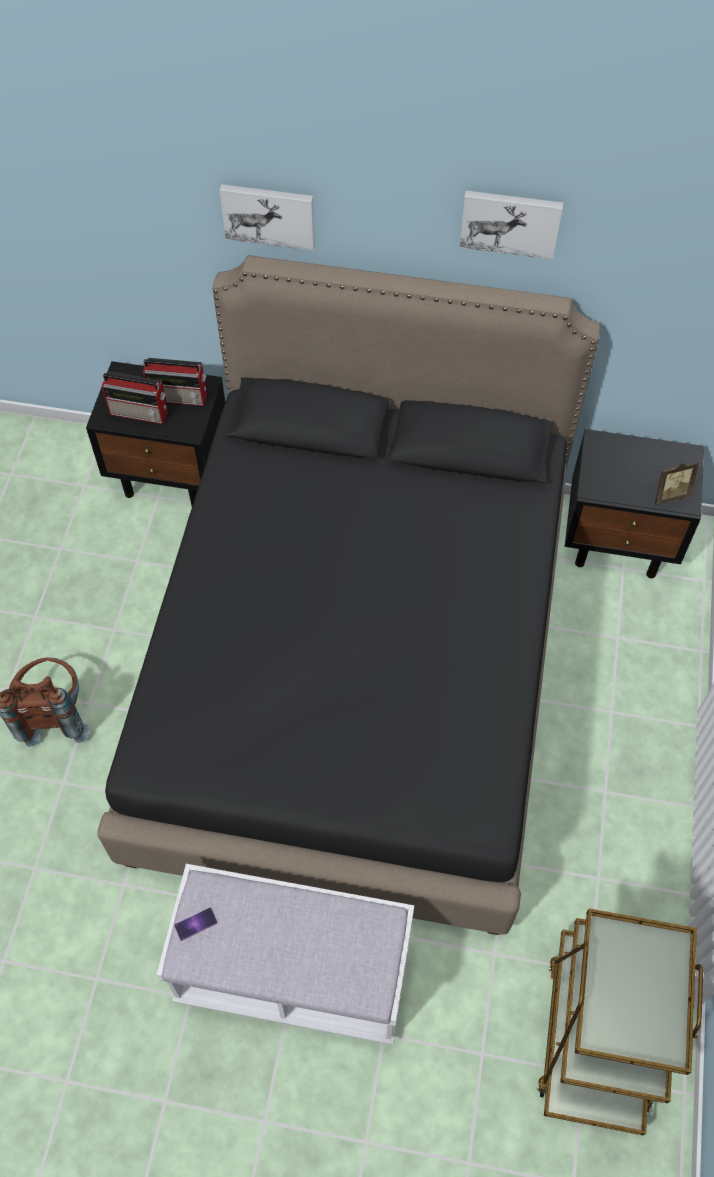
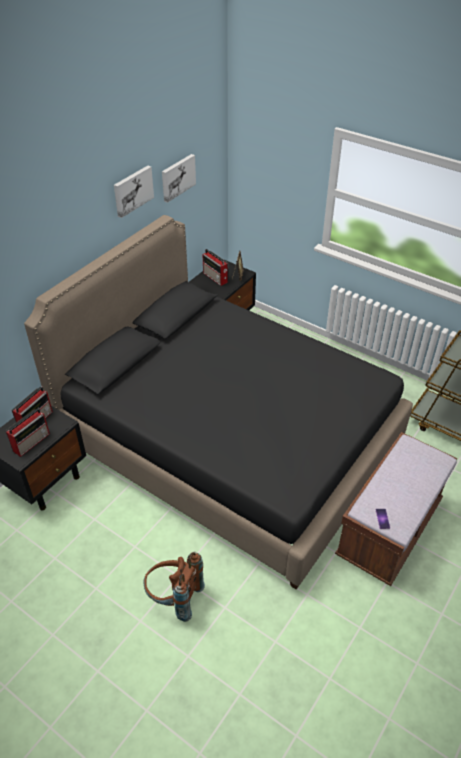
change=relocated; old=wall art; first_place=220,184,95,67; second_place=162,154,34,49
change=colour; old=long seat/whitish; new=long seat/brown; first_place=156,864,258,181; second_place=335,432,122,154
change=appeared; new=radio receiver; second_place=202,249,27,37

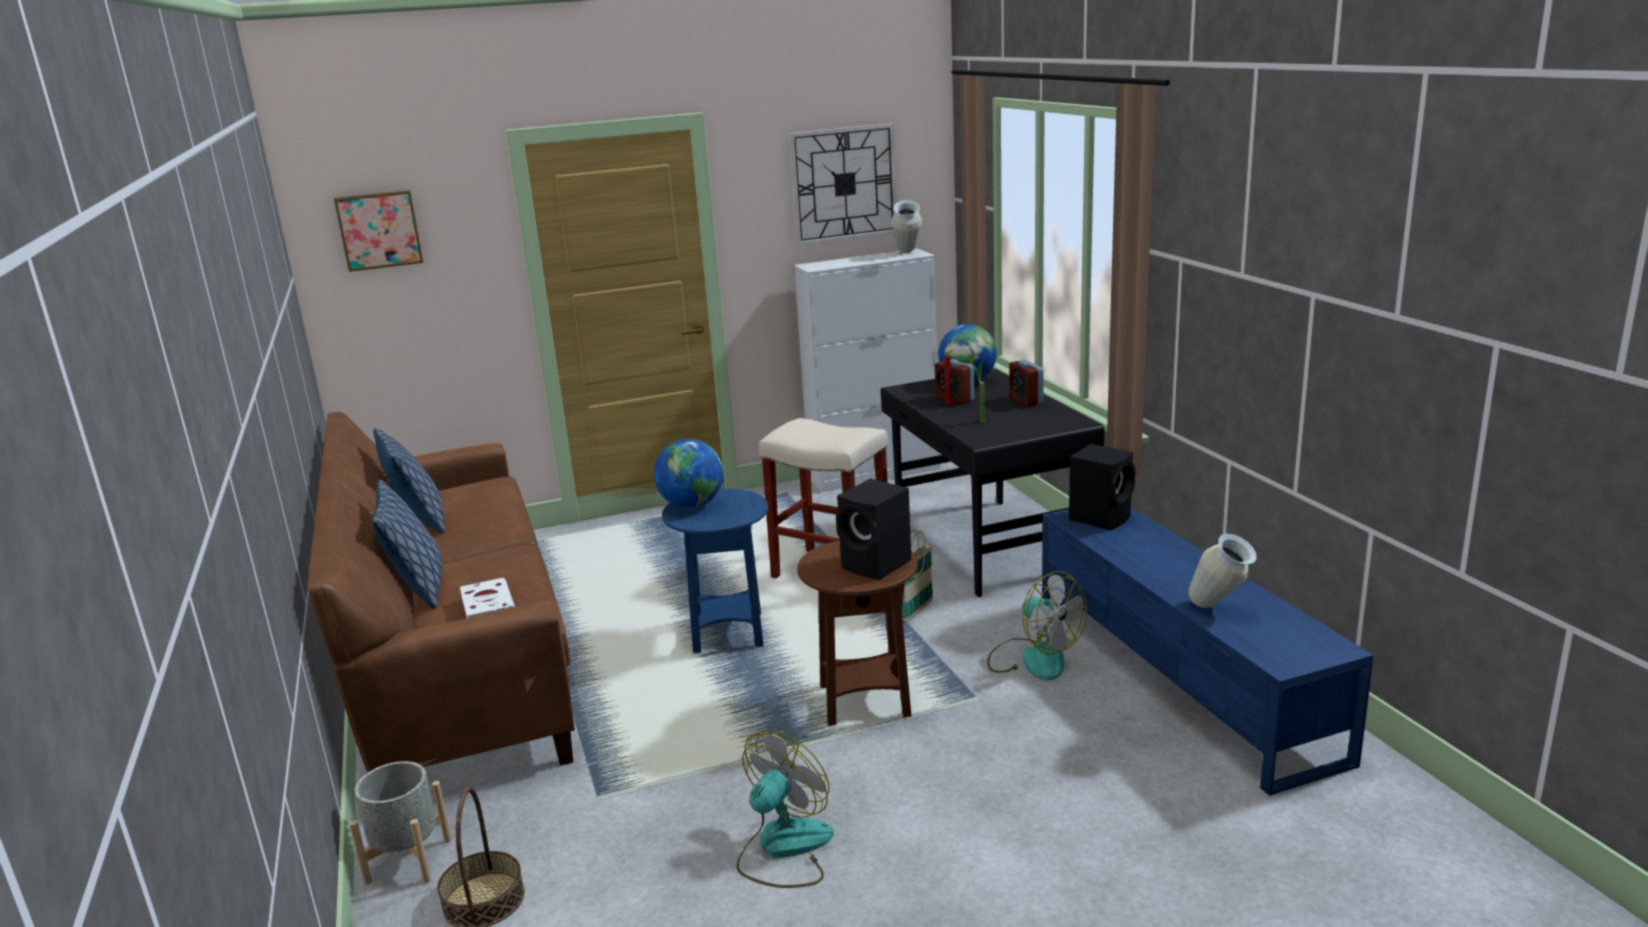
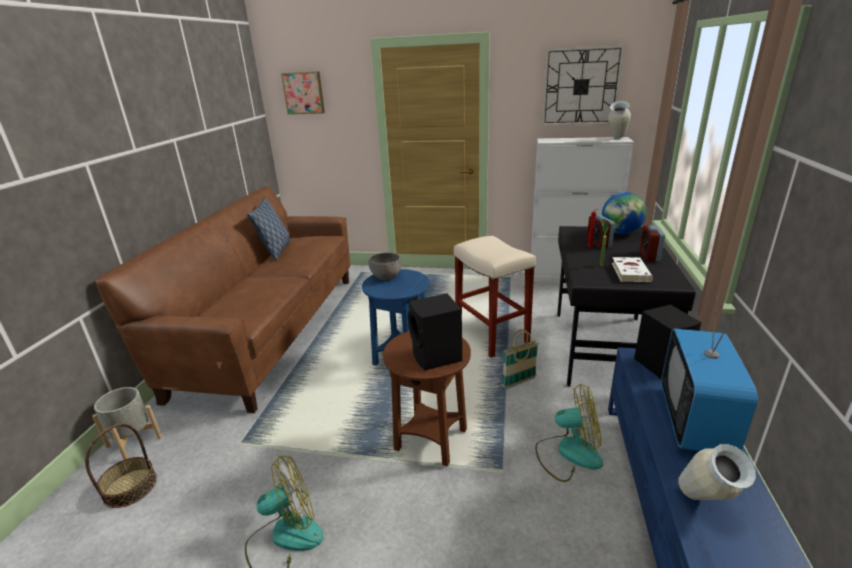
change=exchanged; old=globe; new=serving bowl/gray; first_place=654,439,69,69; second_place=368,253,34,27
change=missing; old=cushion; first_place=372,480,70,129
change=spun; old=electric fan; first_place=987,571,100,109; second_place=535,384,68,98; degrees=-75
change=relocated; old=bound book/whitish; first_place=460,578,55,40; second_place=612,257,41,26
change=appeared; new=TV set; second_place=661,293,97,158

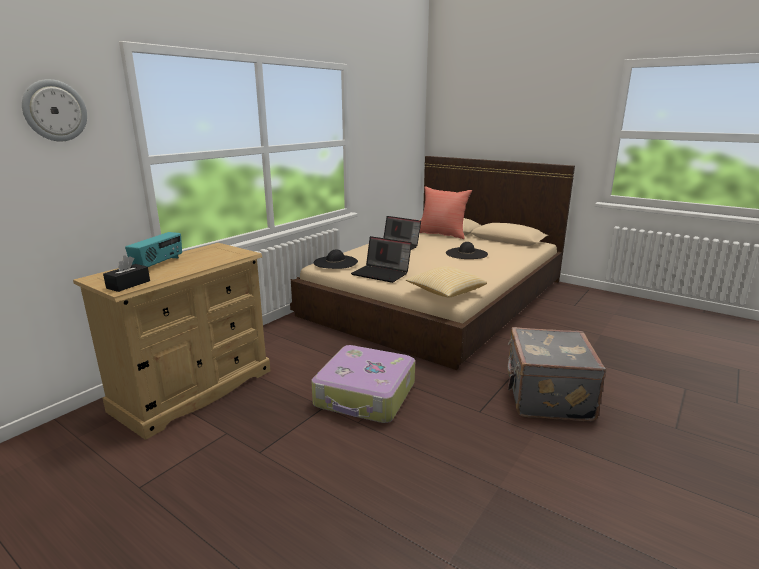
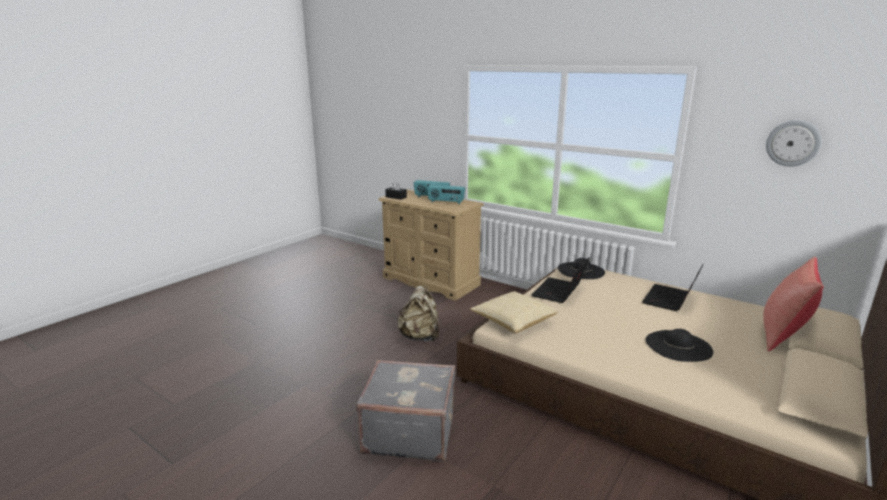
change=relocated; old=wall clock; first_place=22,79,65,63; second_place=766,120,55,46
change=exchanged; old=travel case; new=knapsack/beige; first_place=311,345,104,78; second_place=398,286,41,55
change=appeared; new=radio receiver; second_place=427,185,38,19

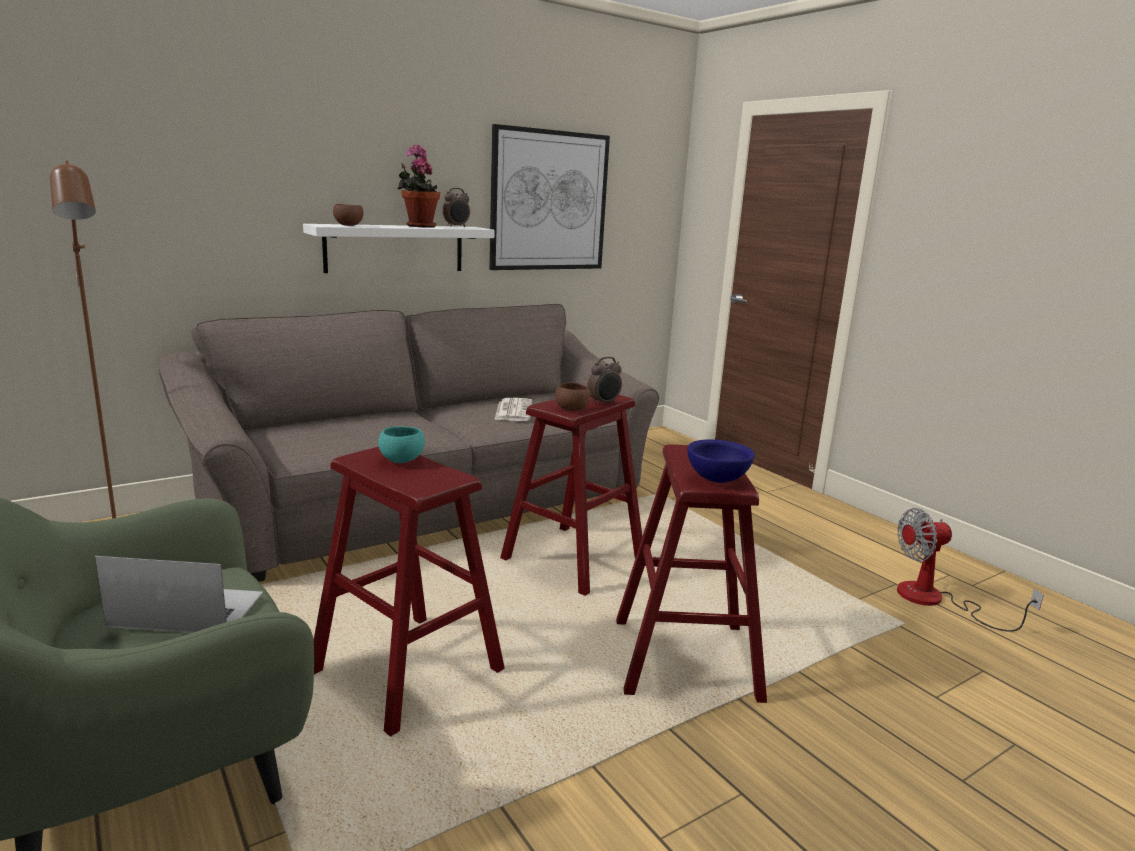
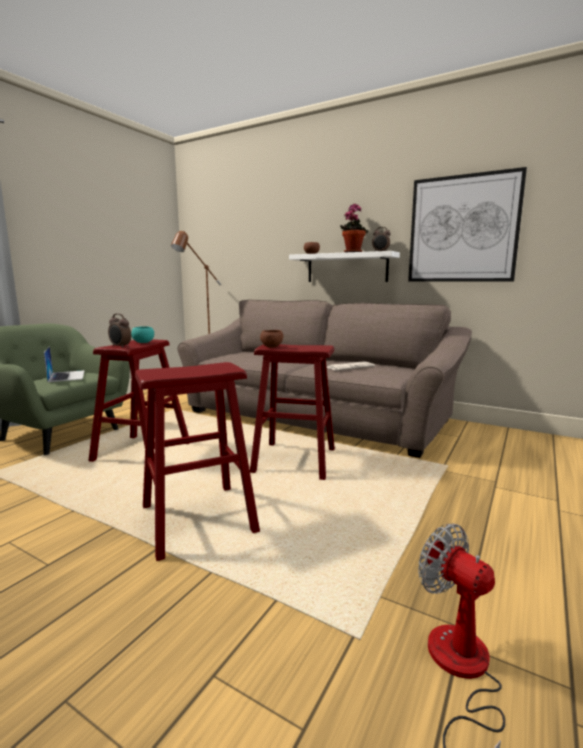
change=relocated; old=bedside clock; first_place=587,357,35,49; second_place=108,314,23,34
change=missing; old=serving bowl/bluish; first_place=687,439,68,44

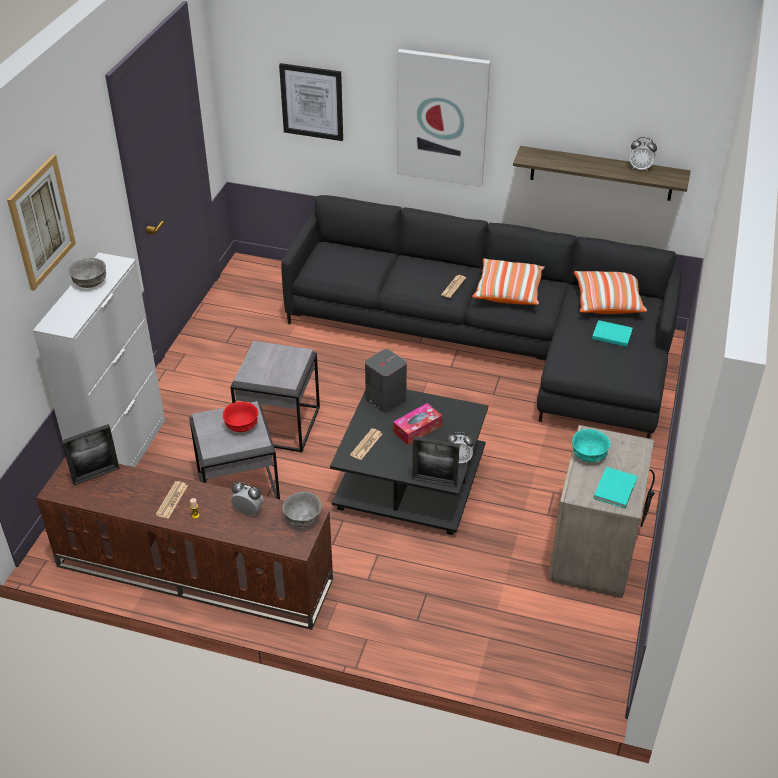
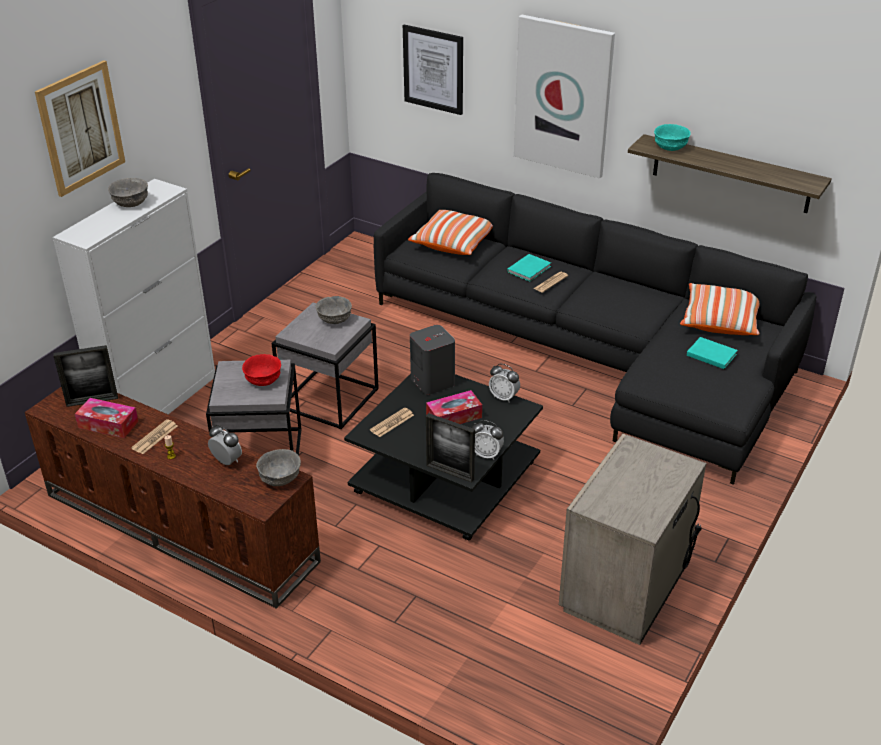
change=relocated; old=bedside clock; first_place=630,137,27,34; second_place=489,364,31,39
change=relocated; old=cushion; first_place=472,258,73,47; second_place=408,210,85,45
change=relocated; old=serving bowl/blue-green; first_place=572,429,38,33; second_place=654,124,37,27
change=relocated; old=bound book/blue-green; first_place=594,467,44,42; second_place=507,254,44,28
change=appeared; new=serving bowl/gray; second_place=315,296,37,28
change=appeared; new=box of tissues; second_place=75,398,64,40

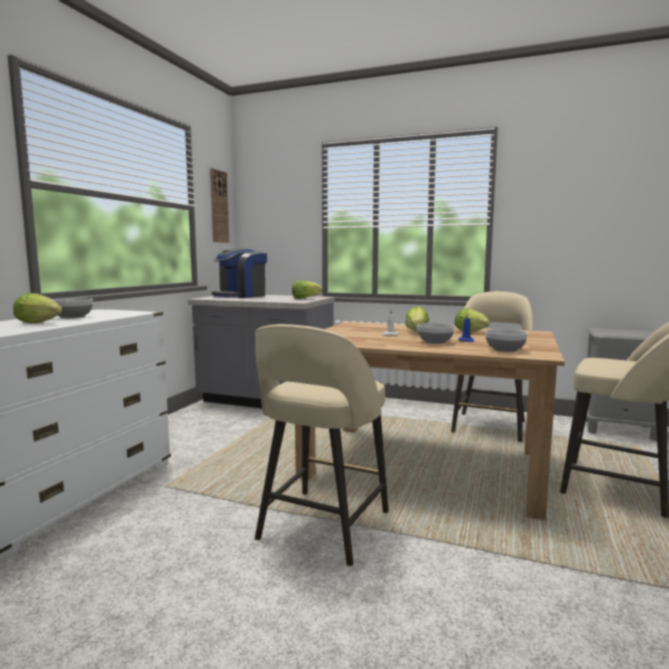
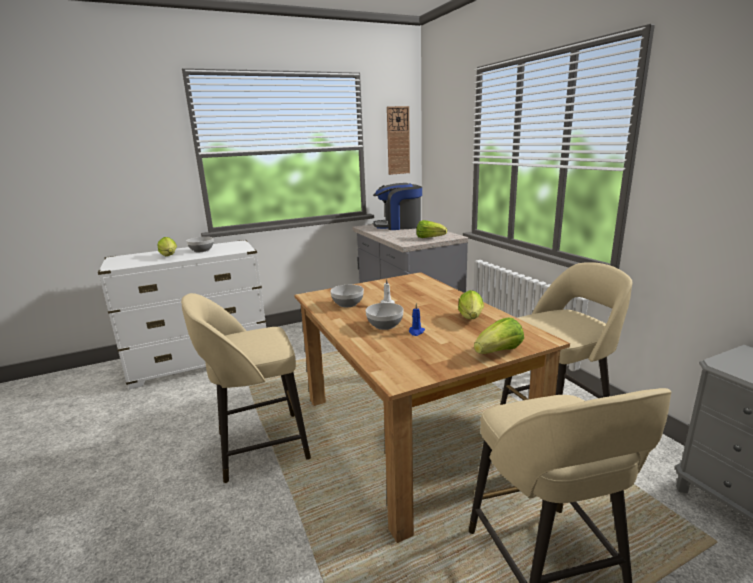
change=relocated; old=lettuce head; first_place=405,306,24,24; second_place=474,318,50,36
change=relocated; old=serving bowl; first_place=485,329,43,23; second_place=330,285,34,22

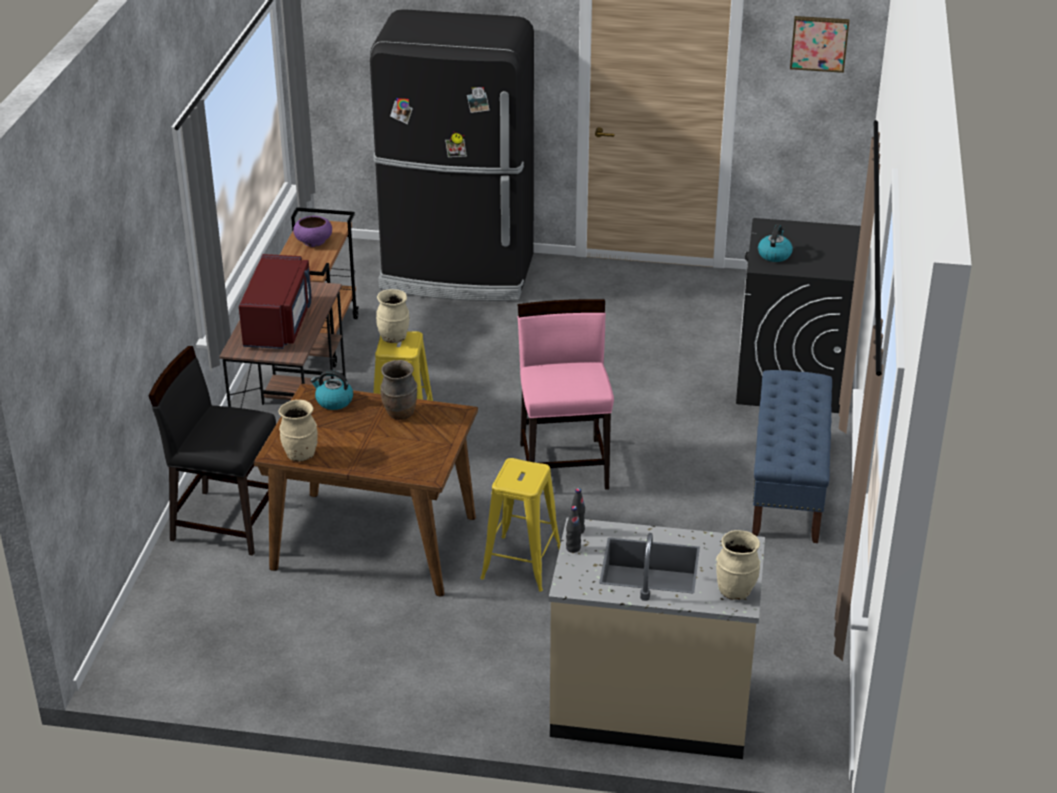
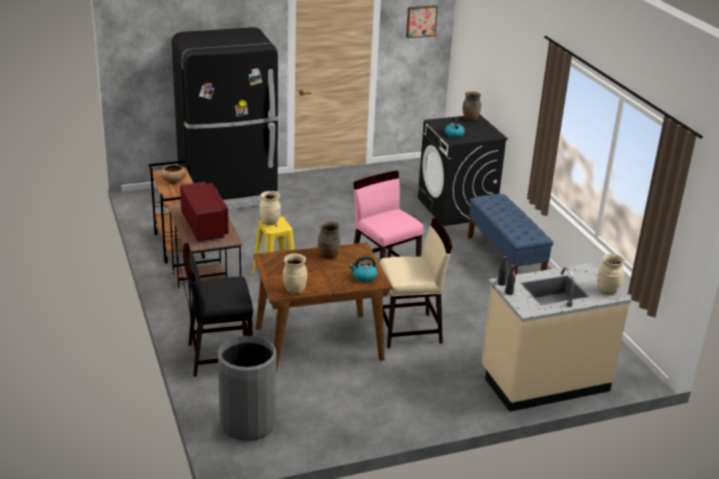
change=colour; old=serving bowl/purplish; new=serving bowl/brown; first_place=293,216,39,31; second_place=161,165,25,19
change=relocated; old=tea kettle; first_place=310,370,43,40; second_place=349,256,29,26
change=exchanged; old=sitting stool/yellowish; new=upright chair/beige; first_place=480,458,80,134; second_place=379,218,73,130
change=appeared; new=decorative vase/brown; second_place=463,91,18,30
change=appeared; new=waste bin/gray; second_place=218,336,58,105

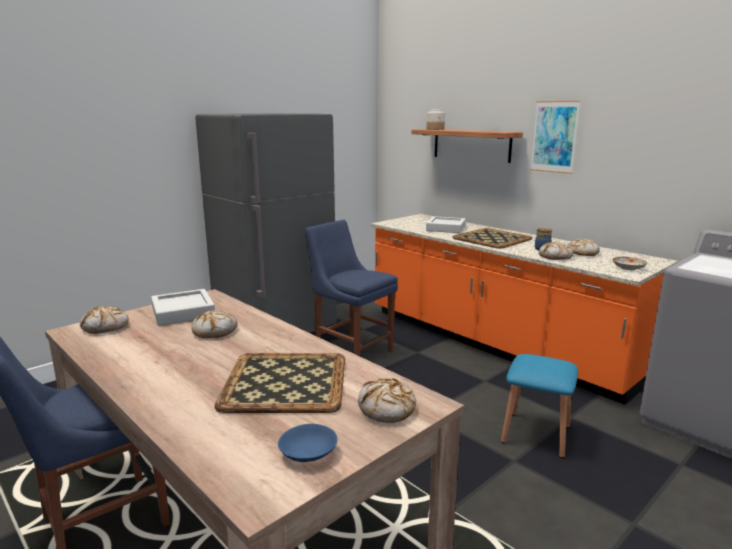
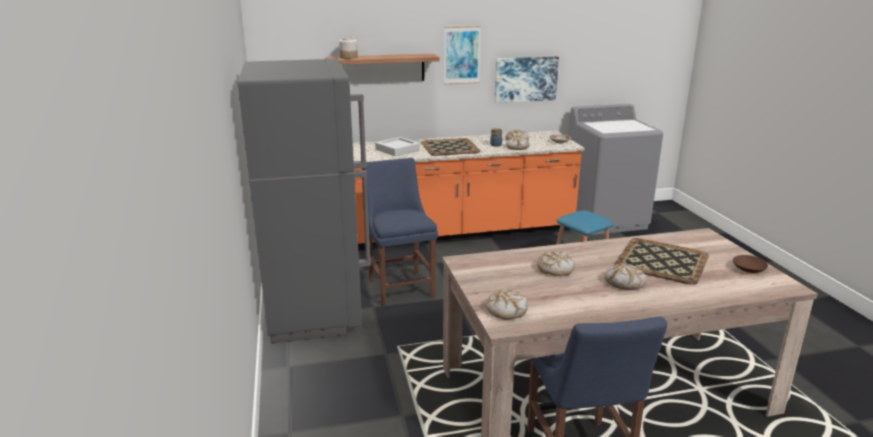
change=spun; old=upright chair/bluish; first_place=305,220,93,136; second_place=362,158,76,148; degrees=90
change=missing; old=tray/gray; first_place=151,289,64,37
change=relocated; old=baked bread; first_place=358,378,58,45; second_place=604,263,42,26
change=colour; old=serving bowl/bluish; new=serving bowl/brown; first_place=278,424,59,38; second_place=733,255,35,18
change=appeared; new=wall art; second_place=495,56,64,47

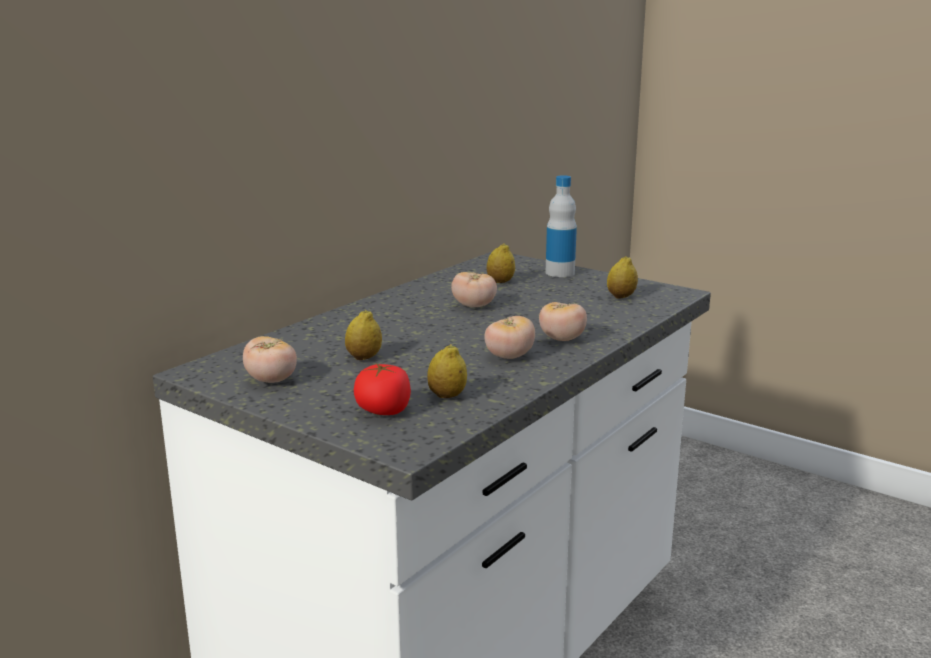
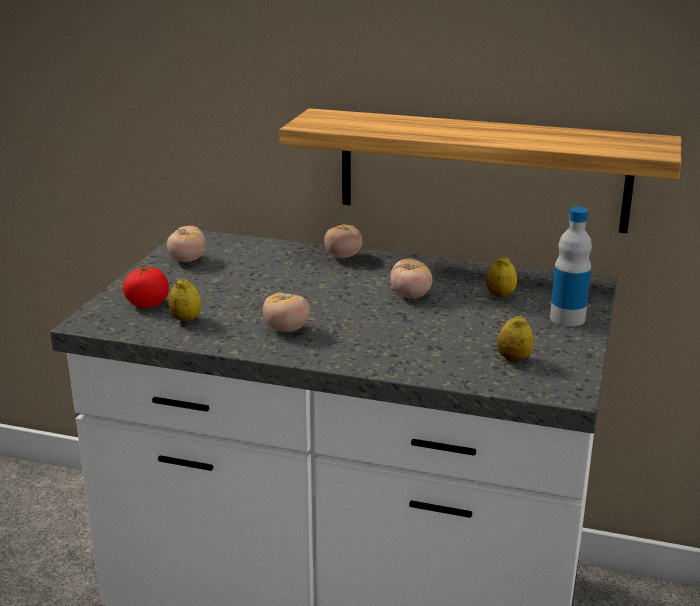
change=relocated; old=tomato; first_place=539,302,48,39; second_place=324,224,39,34
change=missing; old=lemon; first_place=345,310,37,50
change=appeared; new=bracket shelf; second_place=280,108,401,125

